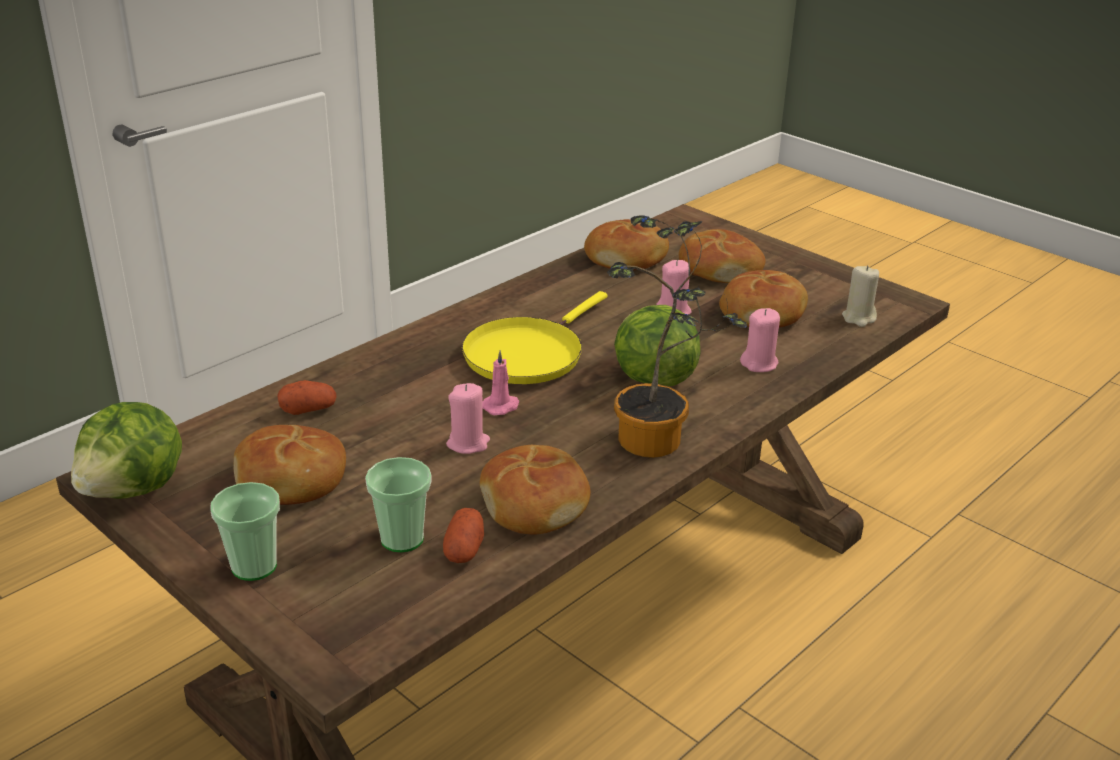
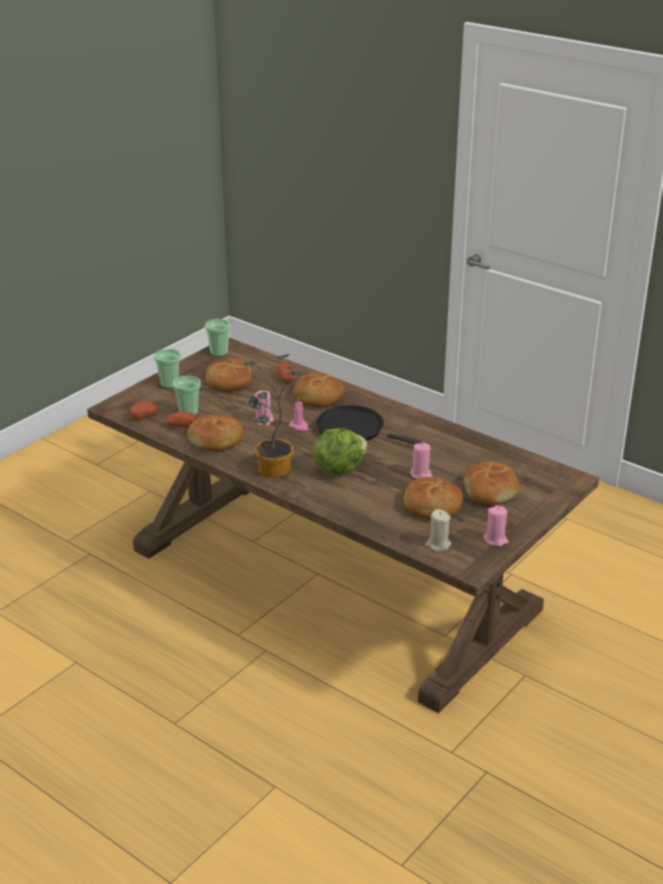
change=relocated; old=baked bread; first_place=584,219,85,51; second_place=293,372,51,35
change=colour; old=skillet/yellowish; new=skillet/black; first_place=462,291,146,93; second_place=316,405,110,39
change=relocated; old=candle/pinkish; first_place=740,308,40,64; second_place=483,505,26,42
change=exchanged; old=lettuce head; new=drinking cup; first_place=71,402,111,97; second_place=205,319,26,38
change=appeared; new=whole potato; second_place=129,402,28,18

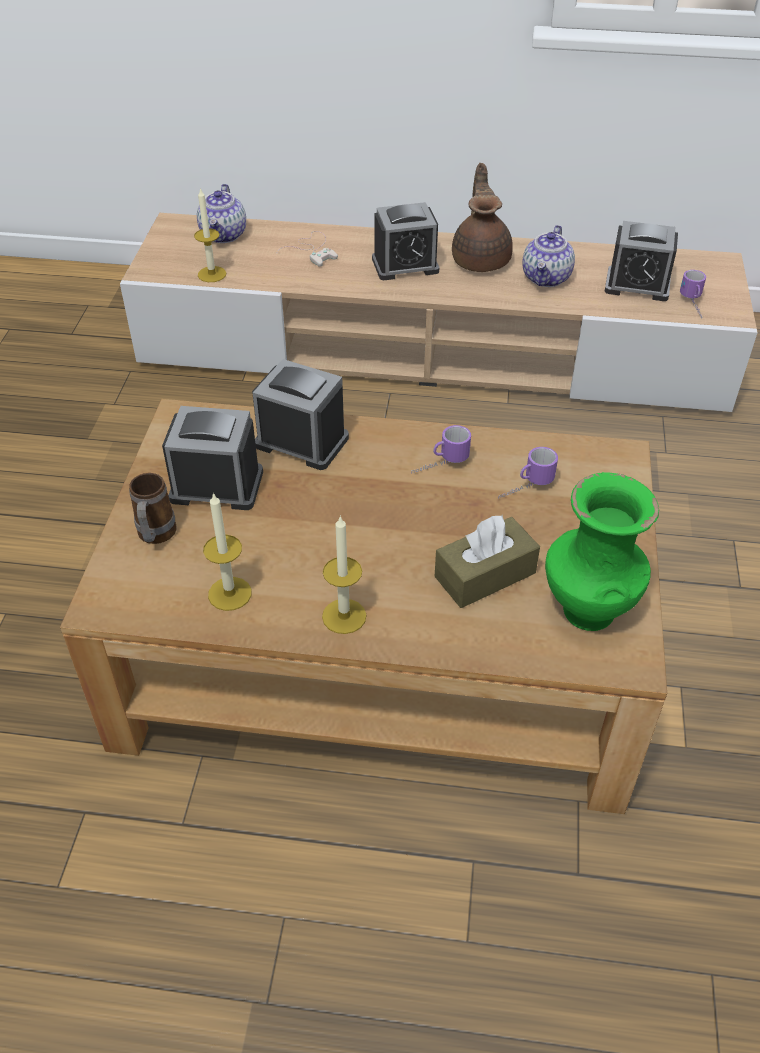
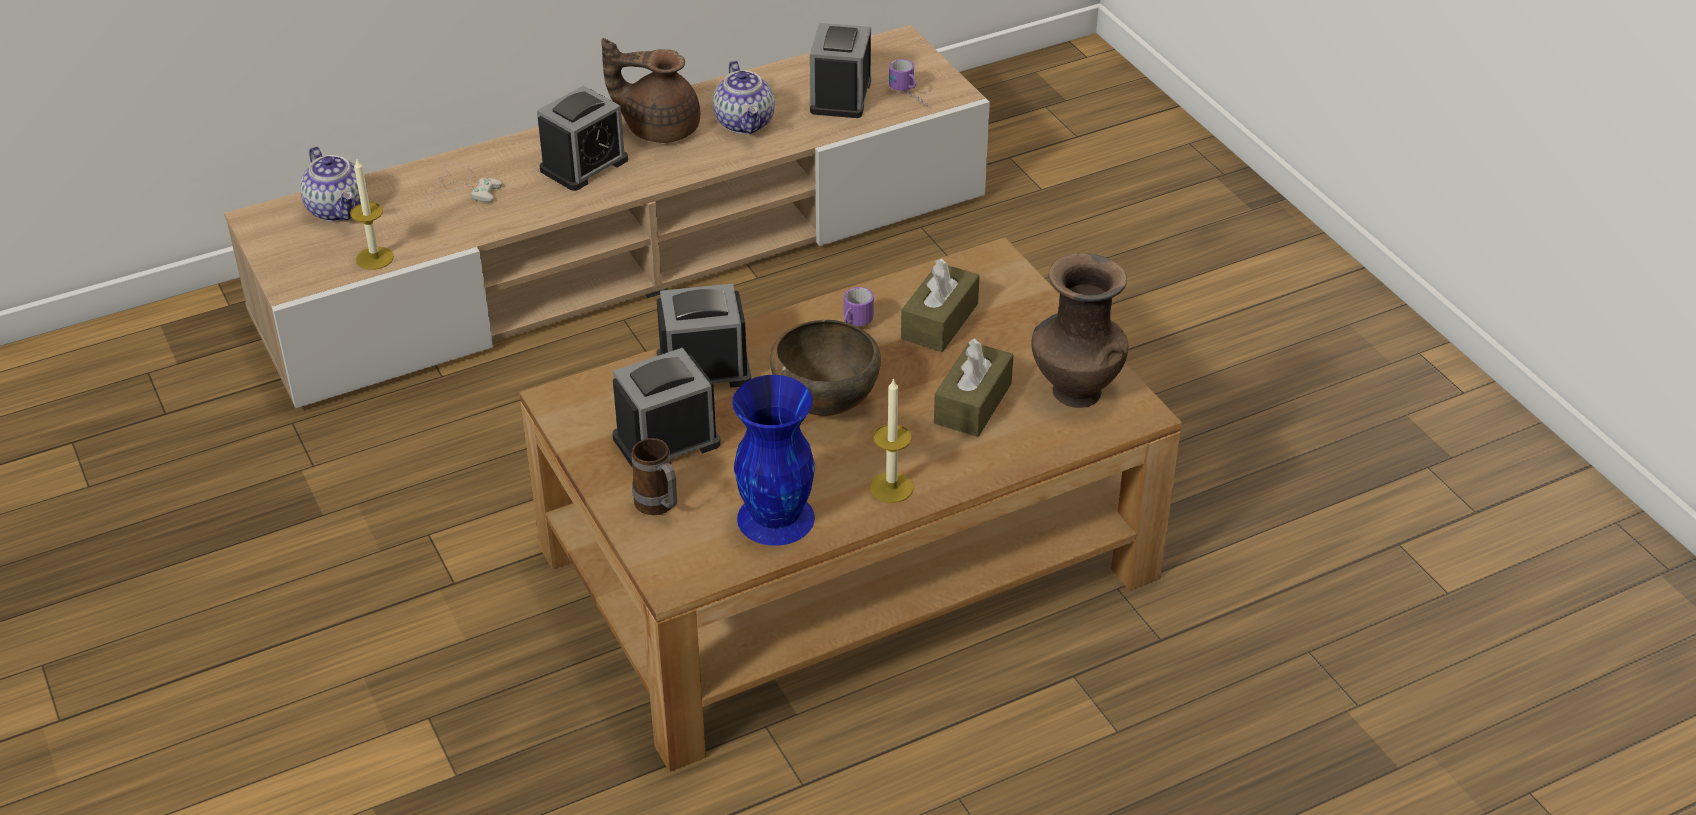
change=spun; old=teapot/brown; first_place=452,163,61,109; second_place=601,38,99,105; degrees=-45
change=spun; old=bedside clock; first_place=605,221,73,80; second_place=810,23,61,95; degrees=120
change=exchanged; old=coffee mug; new=box of tissues/brown; first_place=498,447,60,52; second_place=901,259,79,93
change=colour; old=decorative vase/green-coloured; new=decorative vase/brown; first_place=545,472,114,159; second_place=1031,253,97,155
change=exchanged; old=candle; new=decorative vase/bluish; first_place=203,492,49,119; second_place=732,375,83,171
change=appeared; new=serving bowl/brown; second_place=770,320,111,96

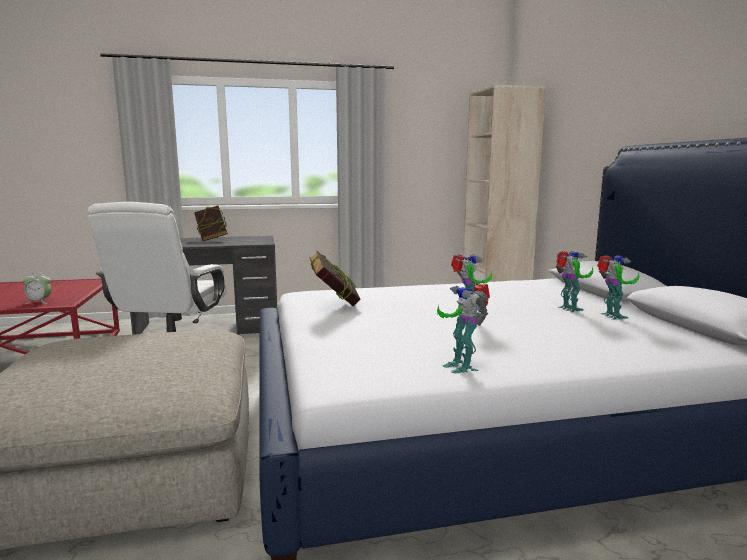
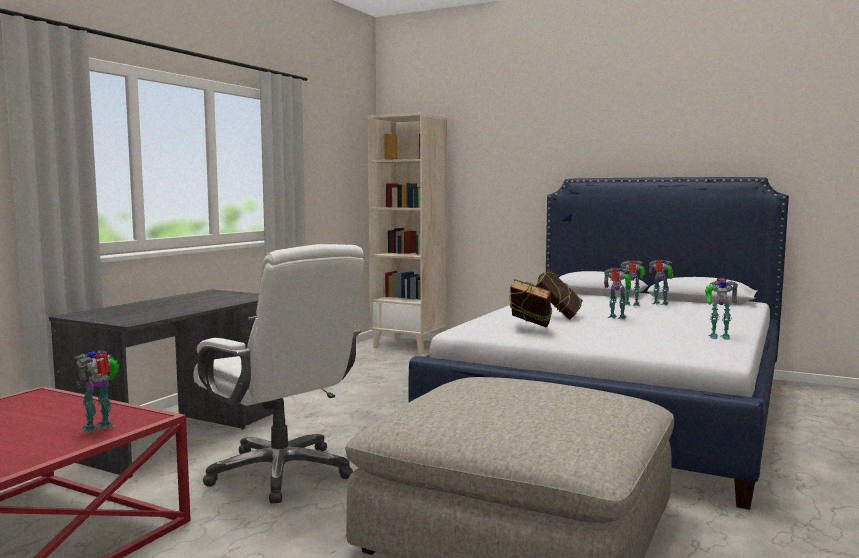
change=relocated; old=bound book; first_place=194,206,34,35; second_place=536,269,47,51
change=exchanged; old=bedside clock; new=toy robot; first_place=23,274,28,30; second_place=73,350,47,83

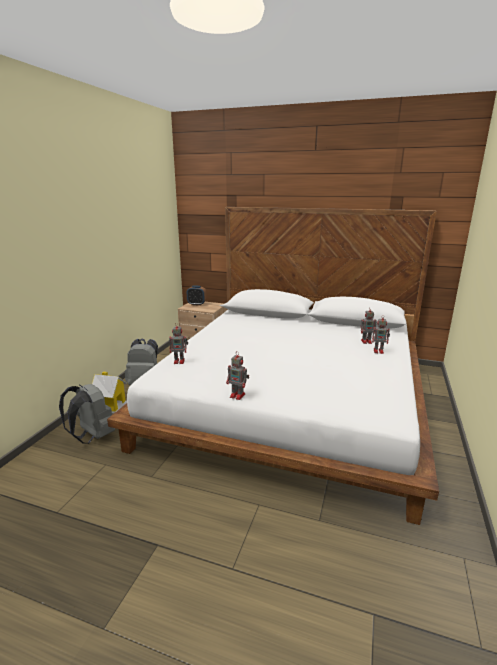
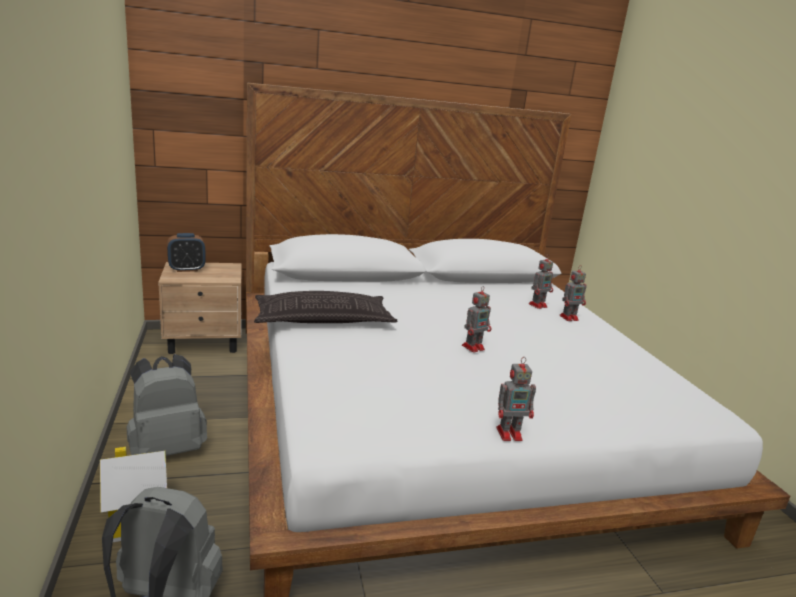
change=relocated; old=toy robot; first_place=169,323,19,41; second_place=462,286,29,67
change=appeared; new=cushion; second_place=254,291,143,32

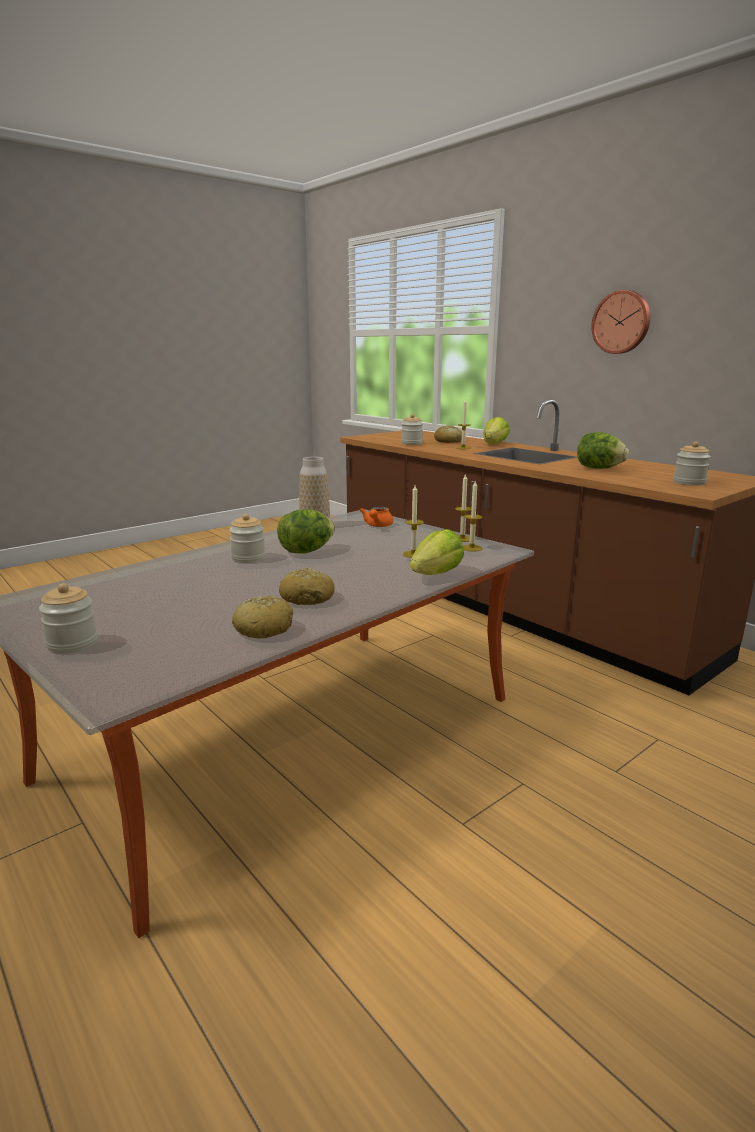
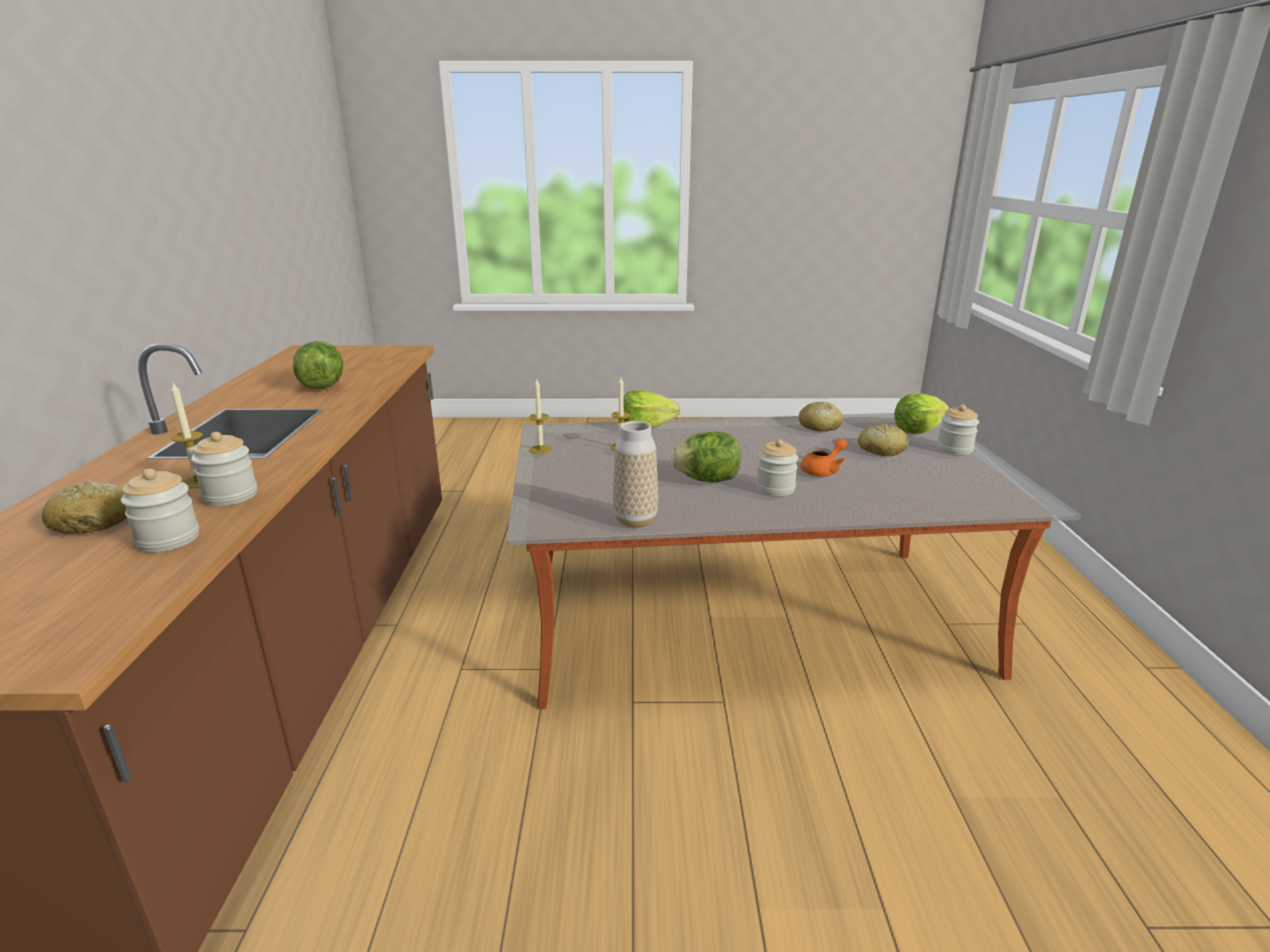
change=missing; old=wall clock; first_place=591,290,59,64
change=relocated; old=lettuce head; first_place=483,417,27,27; second_place=894,393,55,41
change=relocated; old=jar; first_place=673,442,38,44; second_place=191,432,66,74
change=missing; old=candle; first_place=463,481,20,71
change=relocated; old=teapot/orange; first_place=360,507,33,20; second_place=801,439,46,37
change=relocated; old=baked bread; first_place=279,568,56,37; second_place=858,423,51,33

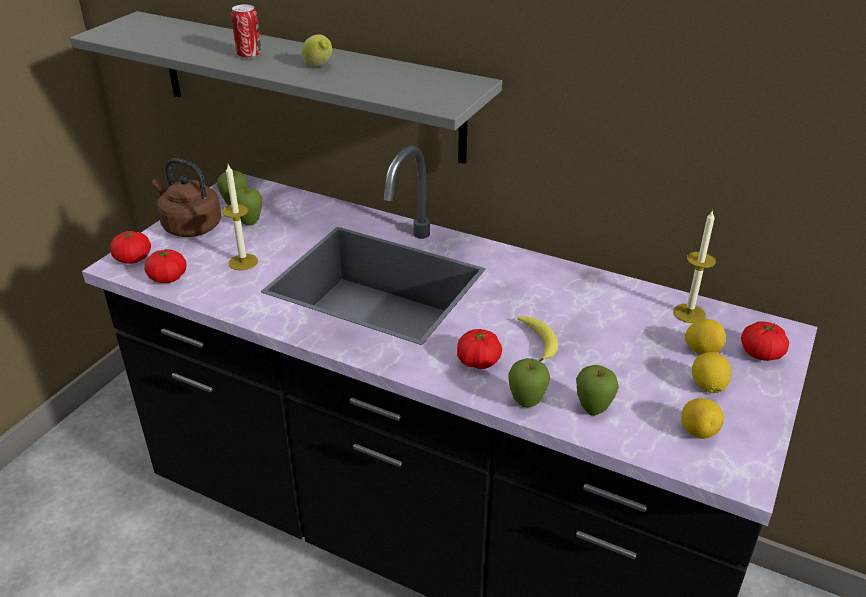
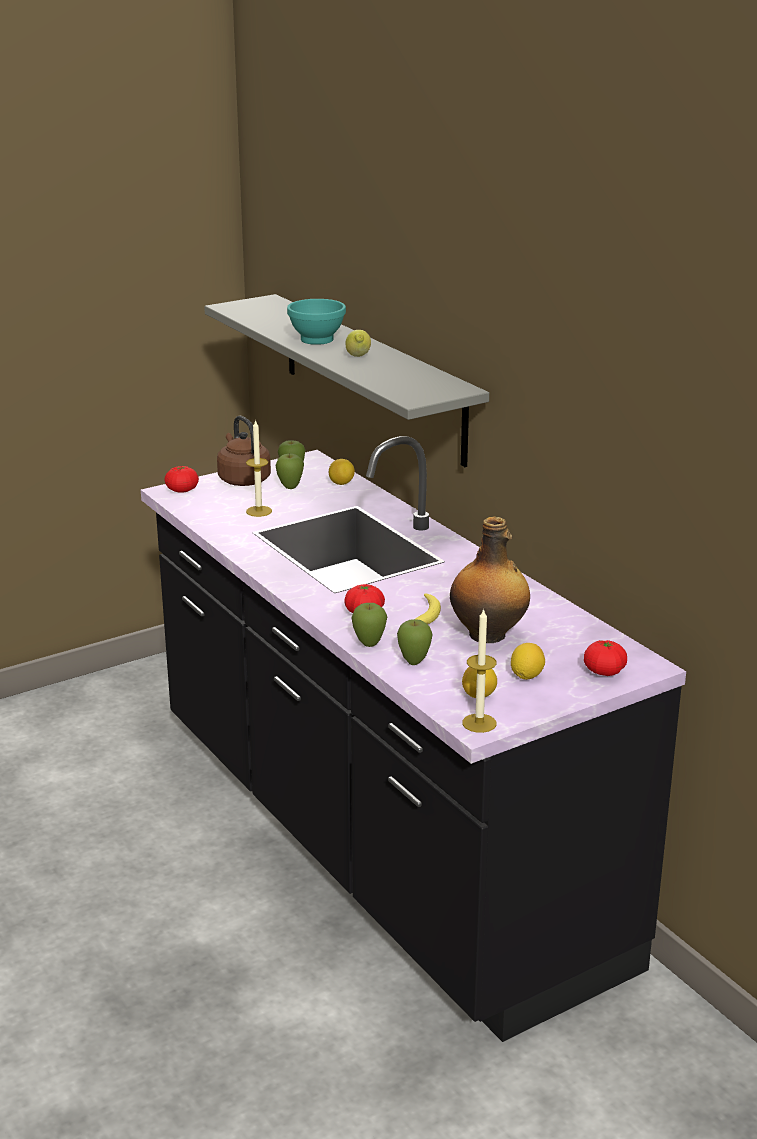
change=exchanged; old=sealed can; new=serving bowl/blue-green; first_place=231,4,30,55; second_place=287,299,59,46
change=relocated; old=candle; first_place=673,209,43,114; second_place=462,608,35,125
change=missing; old=tomato; first_place=145,249,42,34
change=relocated; old=lemon; first_place=685,319,41,35; second_place=329,459,26,26
change=appeared; new=bottle; second_place=450,517,80,126

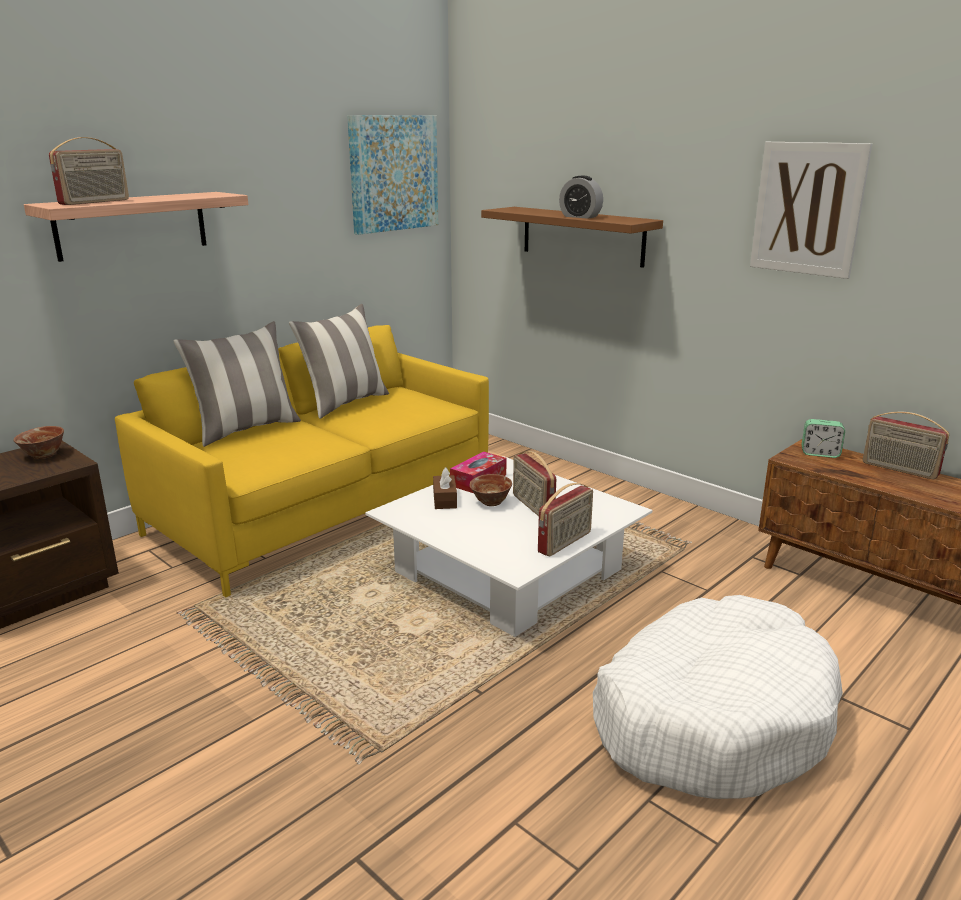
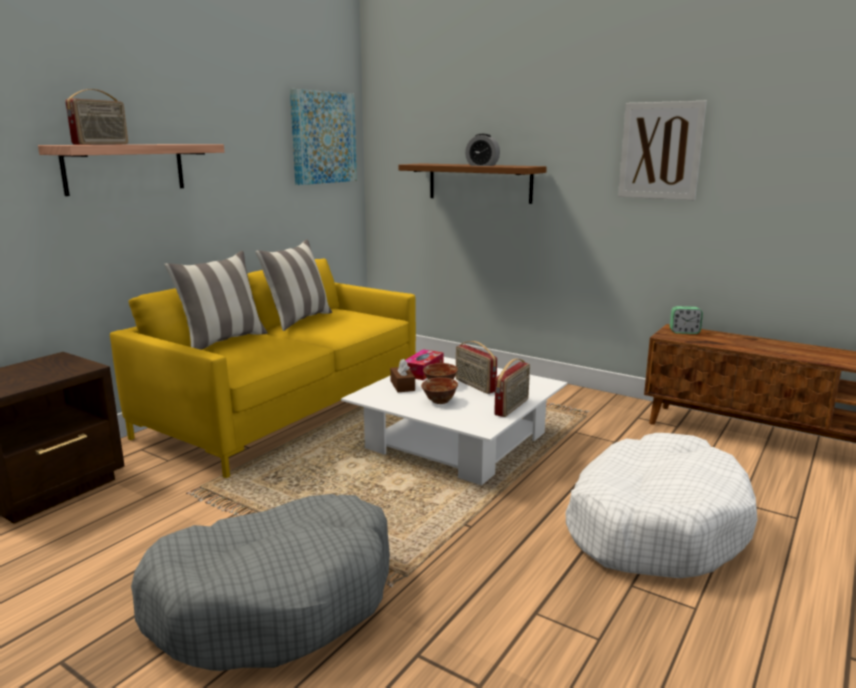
change=missing; old=radio receiver; first_place=863,412,86,67
change=relocated; old=serving bowl; first_place=14,426,50,33; second_place=421,377,37,27
change=appeared; new=dog cushion/gray; second_place=131,494,259,177

